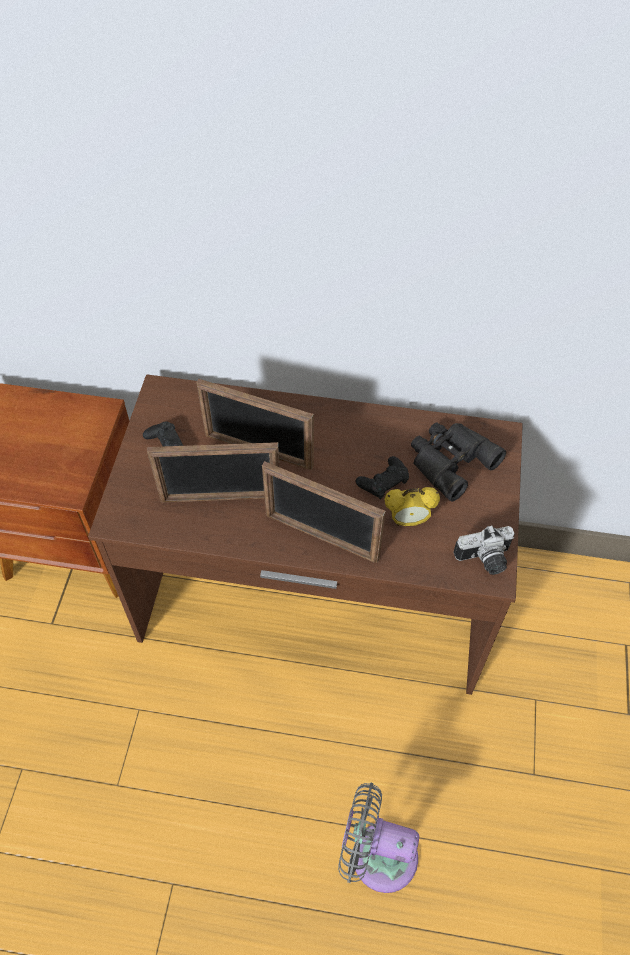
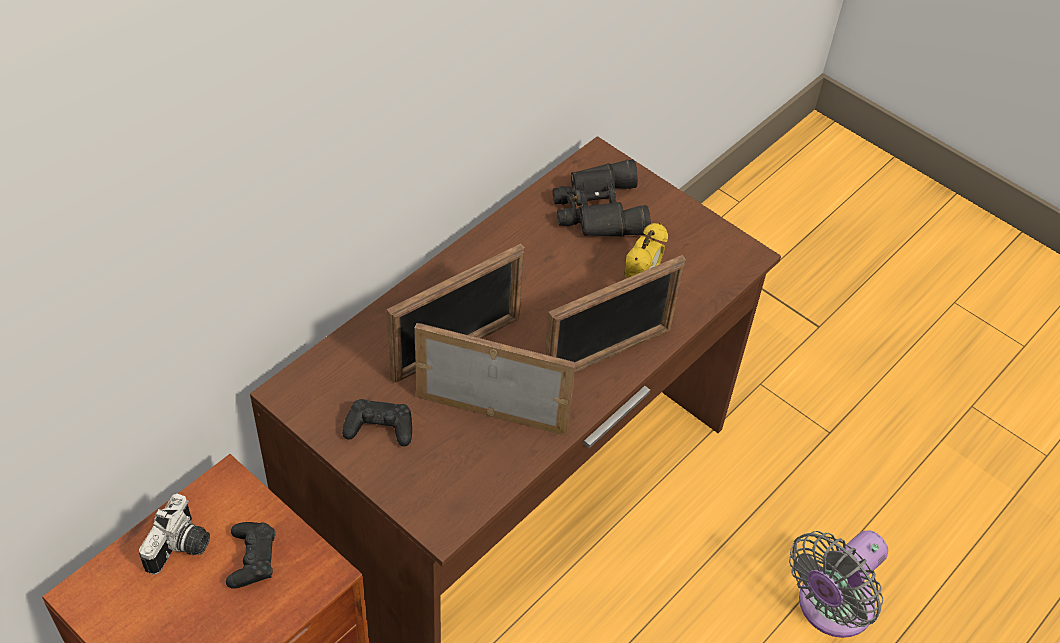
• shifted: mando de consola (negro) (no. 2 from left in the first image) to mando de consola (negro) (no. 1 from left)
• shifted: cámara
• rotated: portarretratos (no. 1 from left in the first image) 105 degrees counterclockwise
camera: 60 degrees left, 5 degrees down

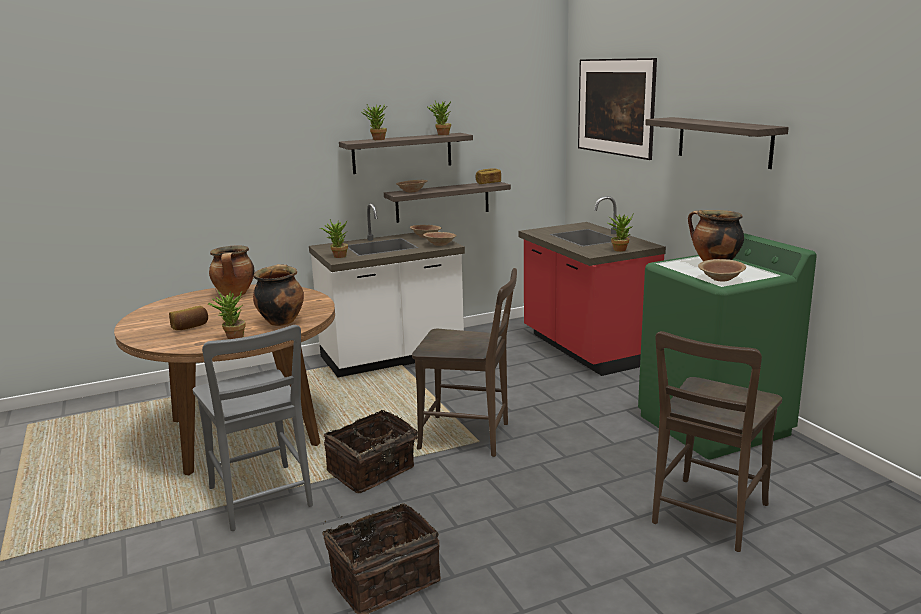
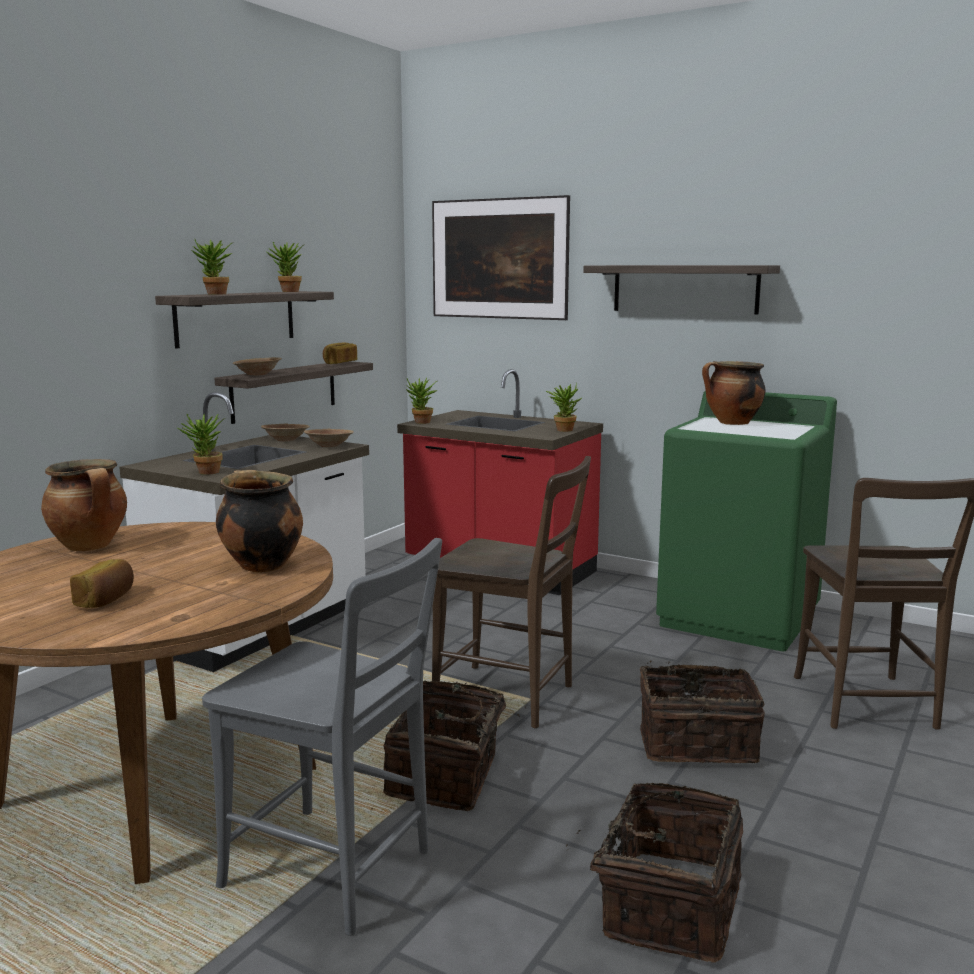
• gone: cuenco (marrón) (no. 4 from left)
• new: cesta (no. 3 from left)
• shifted: planta en maceta (no. 1 from left in the first image) to planta en maceta (no. 4 from left)
• rotated: silla (marrón) (no. 1 from left) 45 degrees clockwise
camera: 35 degrees left, 5 degrees down

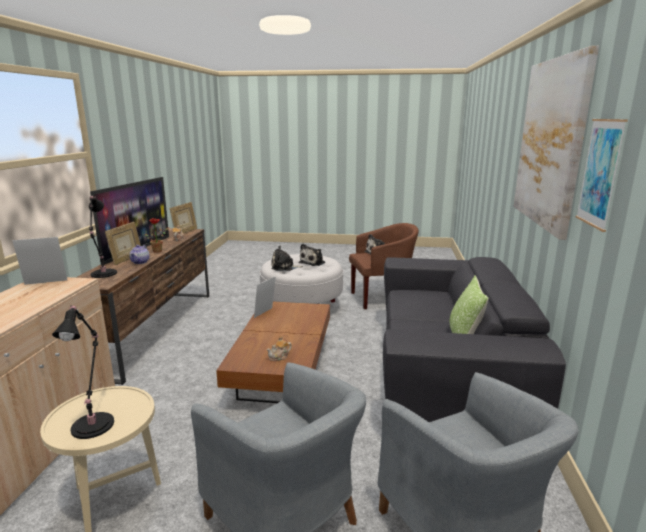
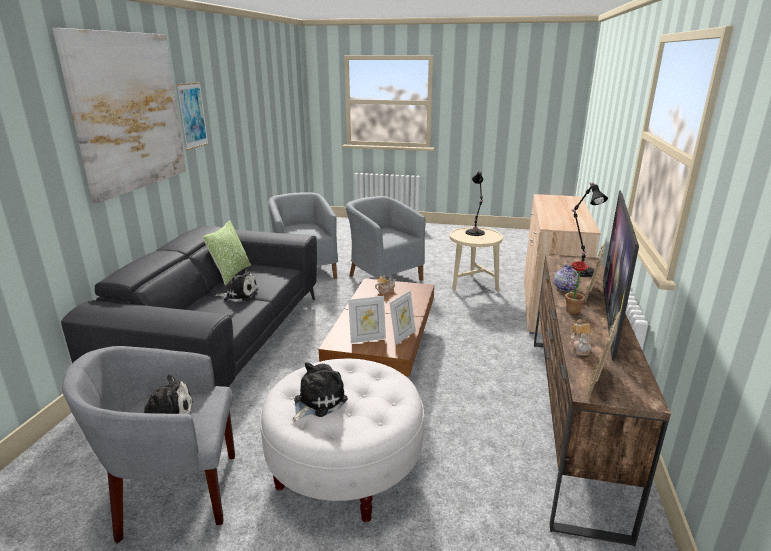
• shifted: portarretratos (no. 1 from left)
• shifted: peluche (no. 1 from left in the first image) to peluche (no. 2 from left)
• repainted: sillón (marrón) to sillón (gris) (no. 1 from left)
camera: 175 degrees left, 5 degrees up

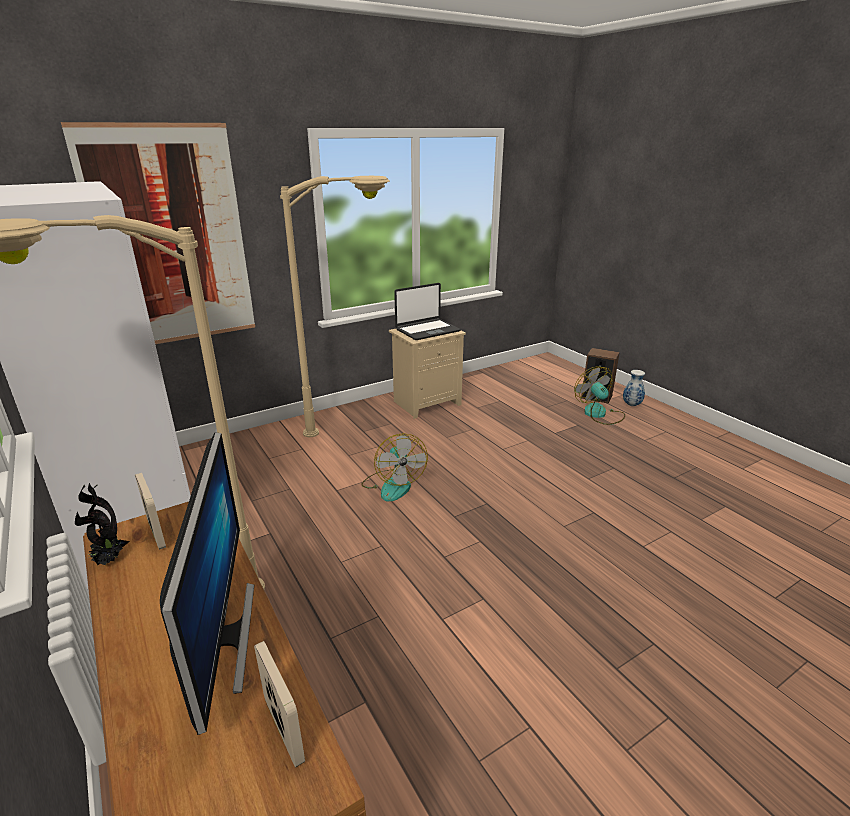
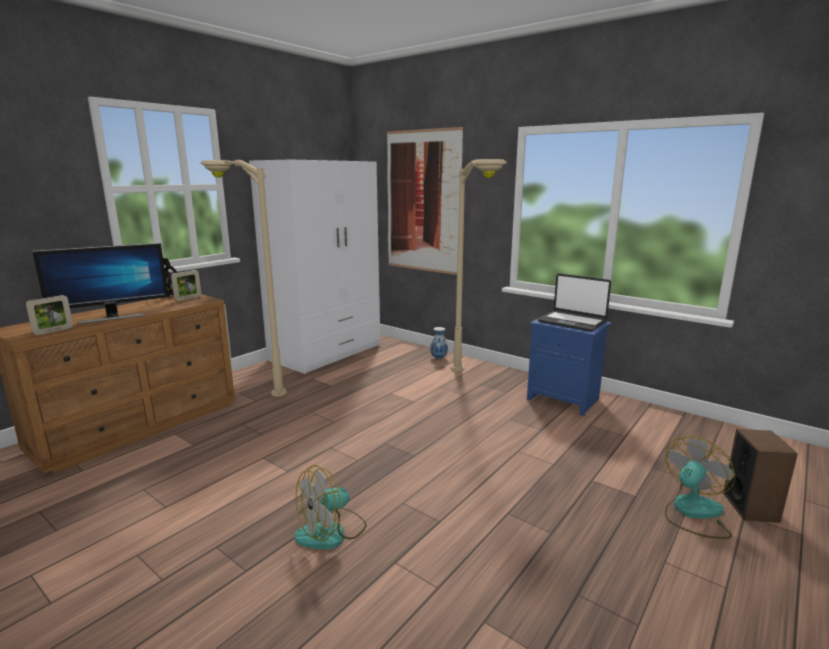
• shifted: ventilador (no. 1 from left)
• shifted: florero
• repainted: mesita de noche (beis) to mesita de noche (azul)
camera: 70 degrees right, 10 degrees down

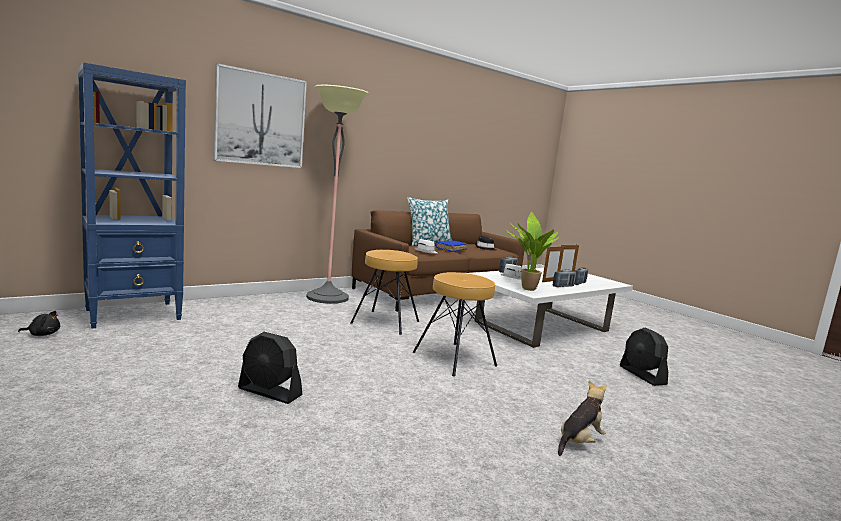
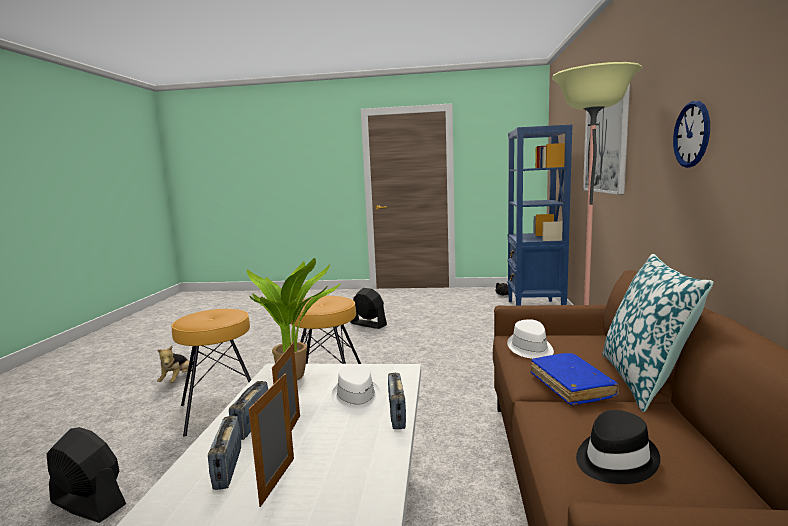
• new: reloj de pared
• shifted: taburete (marrón) (no. 1 from left)
• rotated: ventilador (negro) (no. 1 from left in the first image) 60 degrees clockwise
camera: 135 degrees right, 0 degrees up

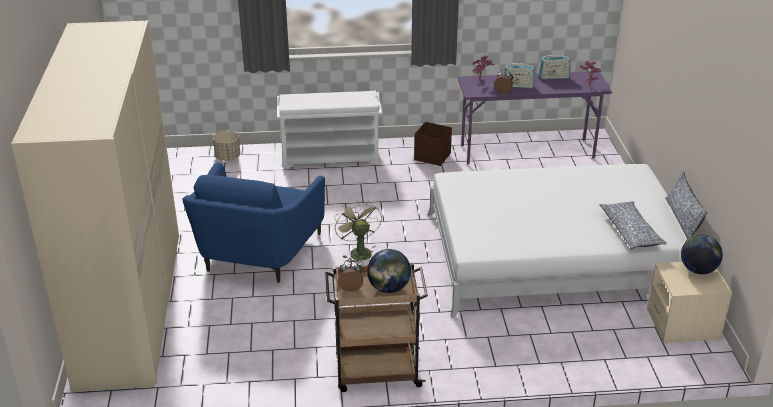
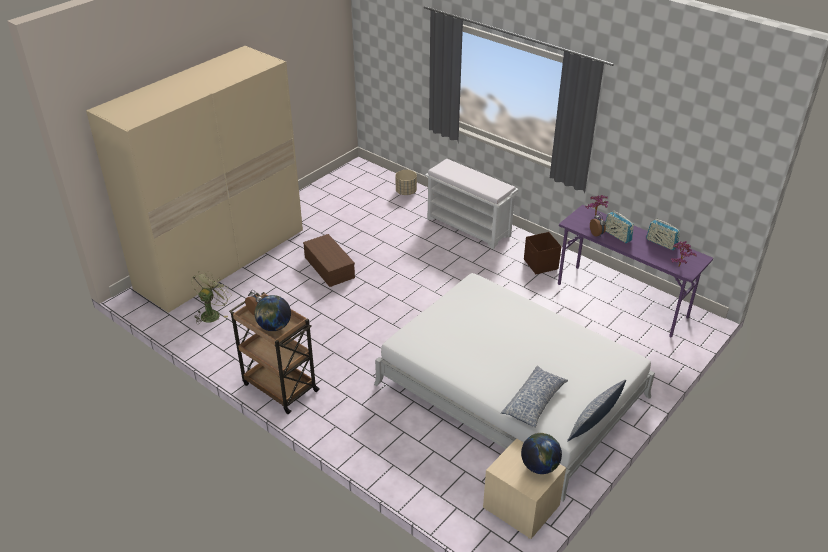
• shifted: ventilador (verde)
• swapped: sillón (azul) to caja de almacenaje (marrón) (no. 1 from left)
camera: 45 degrees right, 5 degrees up

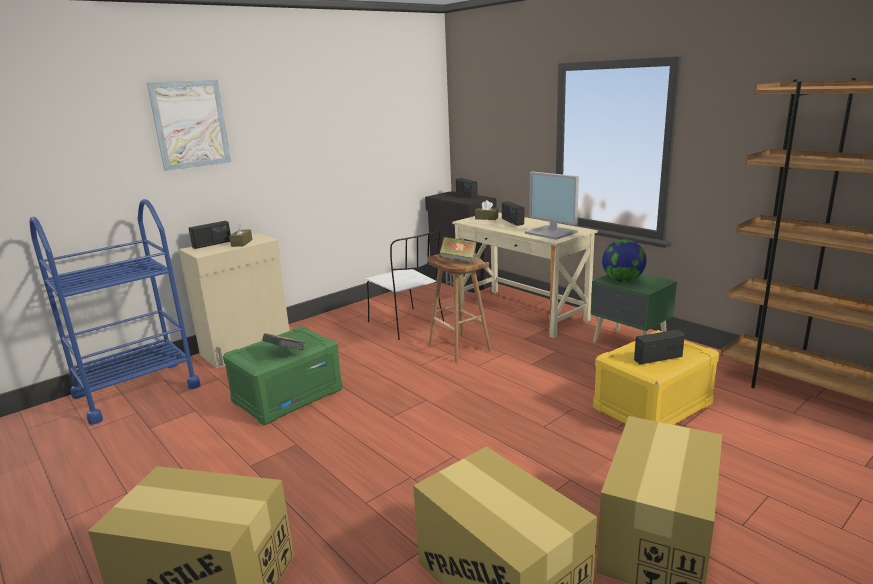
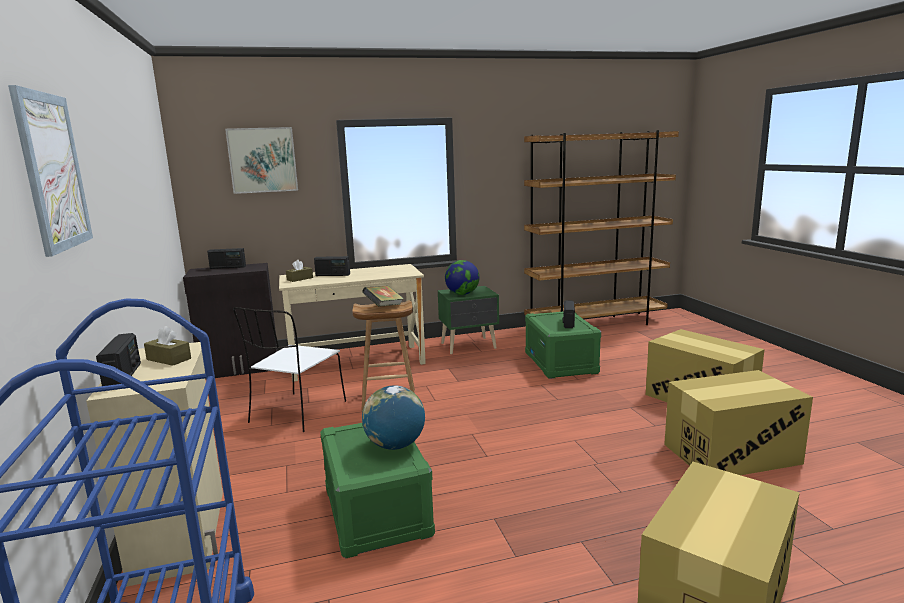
• gone: monitor
• new: cuadro (no. 2 from left)
• swapped: libro (no. 1 from left) to globo terráqueo (no. 1 from left)
• repainted: caja de almacenaje (amarillo) to caja de almacenaje (verde) (no. 2 from left)
• rotated: silla (blanco) 120 degrees clockwise
camera: 65 degrees left, 5 degrees down

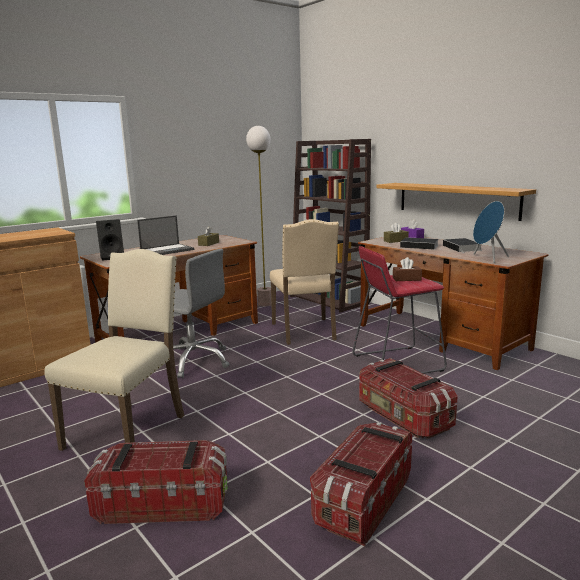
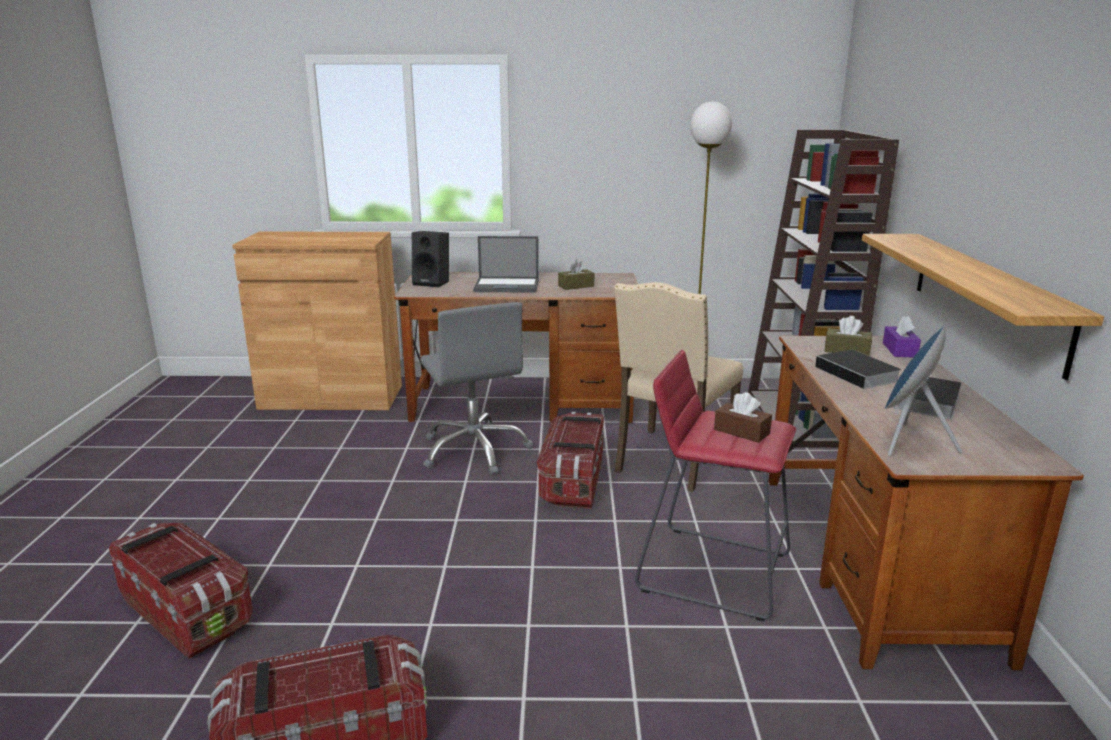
• gone: silla (beis) (no. 1 from left)
• shifted: caja de almacenaje (no. 3 from left)
camera: 40 degrees right, 5 degrees up

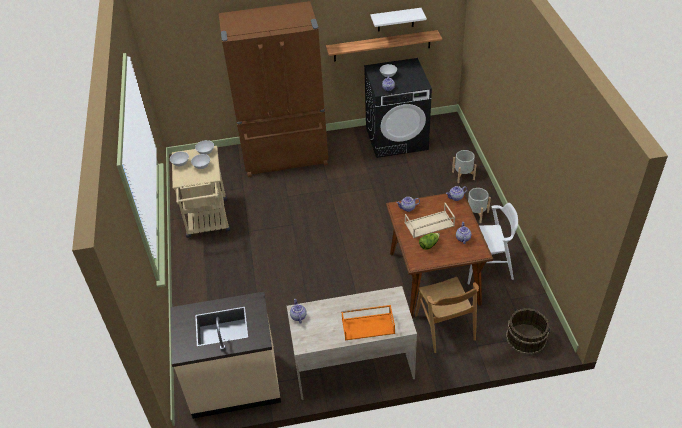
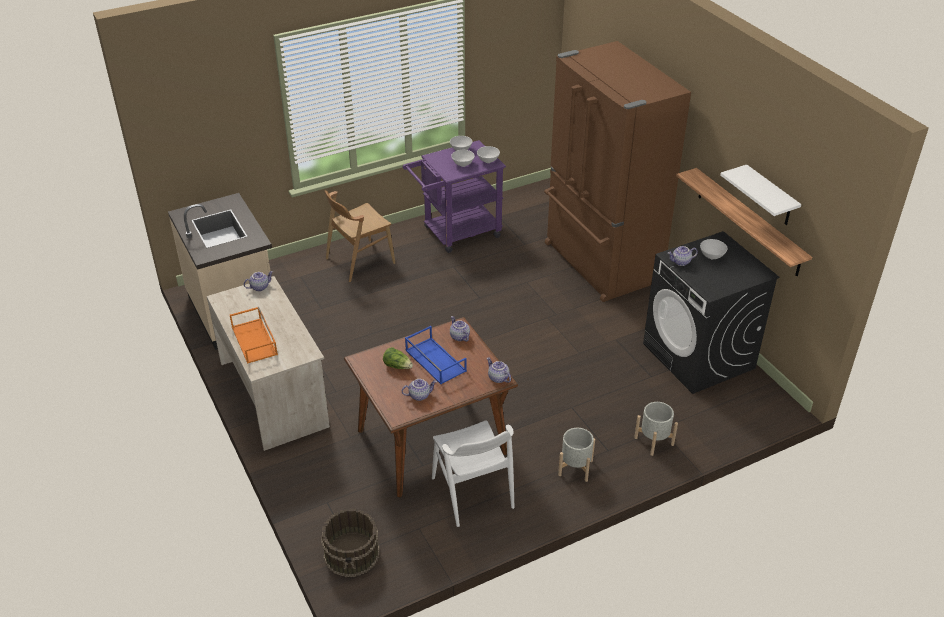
• shifted: silla (marrón)
• repainted: carrito (beis) to carrito (morado)
• repainted: bandeja (beis) to bandeja (azul)
camera: 70 degrees right, 5 degrees down

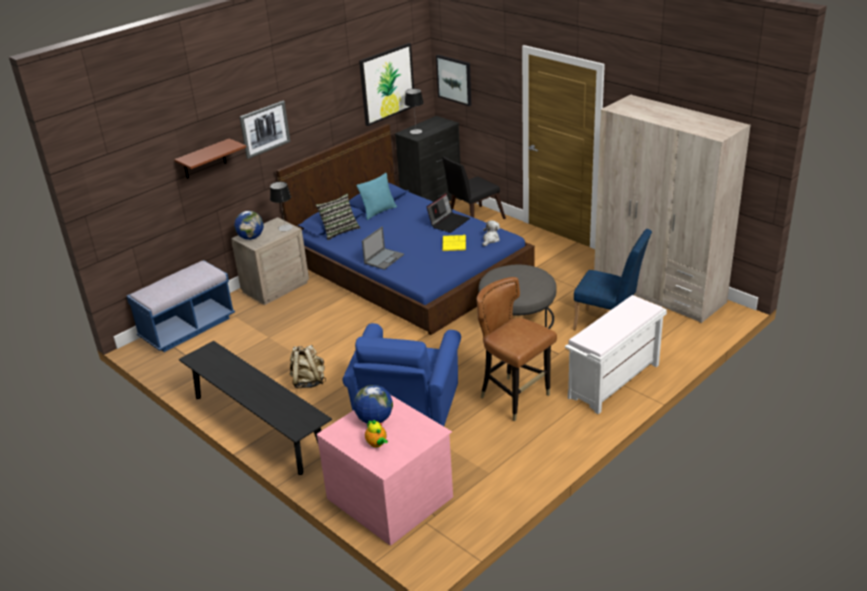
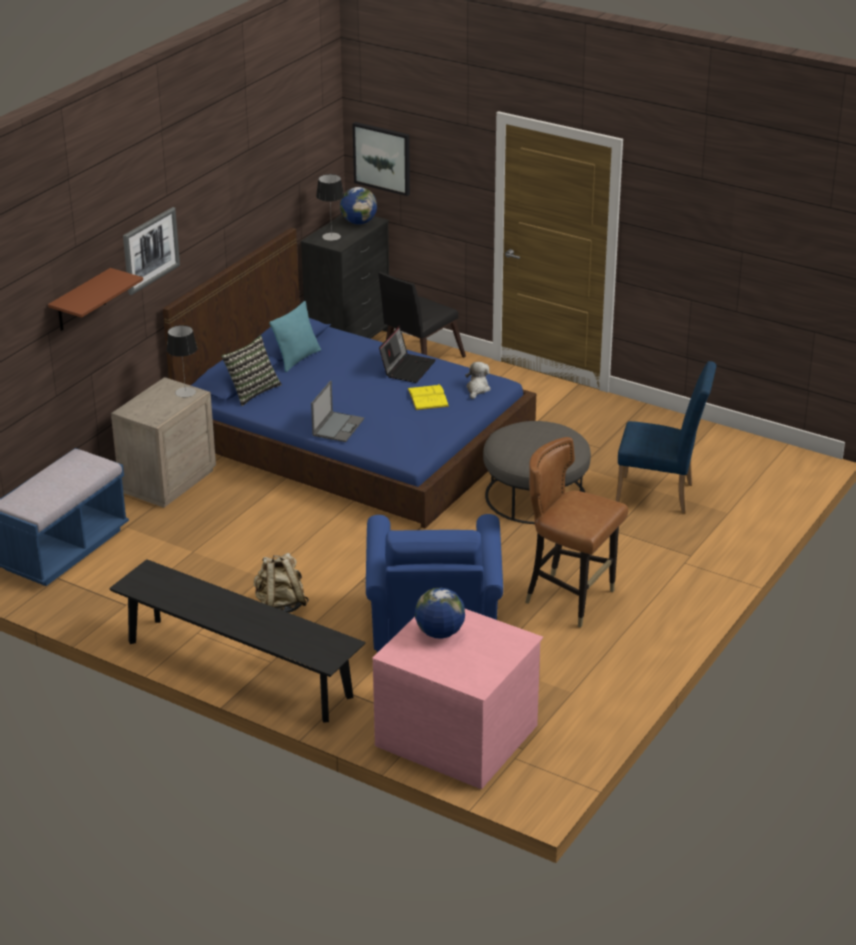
• gone: cuadro (no. 2 from left)
• gone: tetera
• gone: banco (blanco)
• gone: armario ropero (beis)
• shifted: globo terráqueo (no. 1 from left)
camera: 15 degrees left, 0 degrees up

